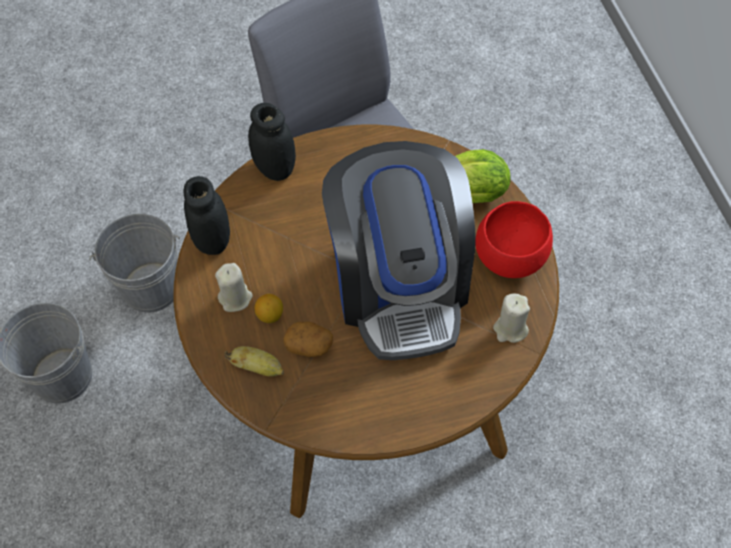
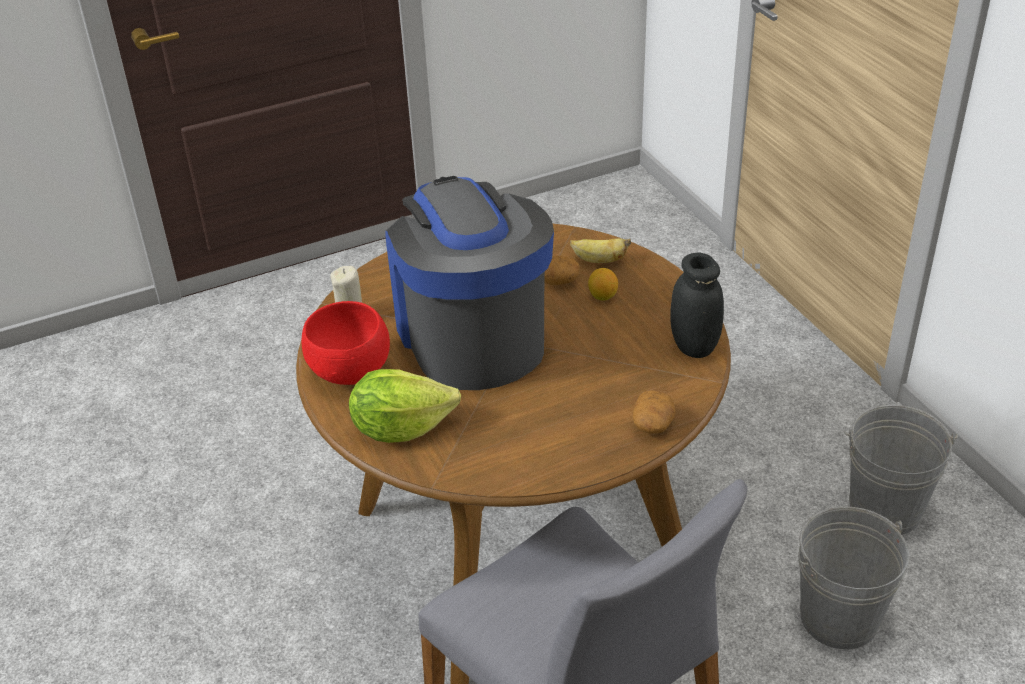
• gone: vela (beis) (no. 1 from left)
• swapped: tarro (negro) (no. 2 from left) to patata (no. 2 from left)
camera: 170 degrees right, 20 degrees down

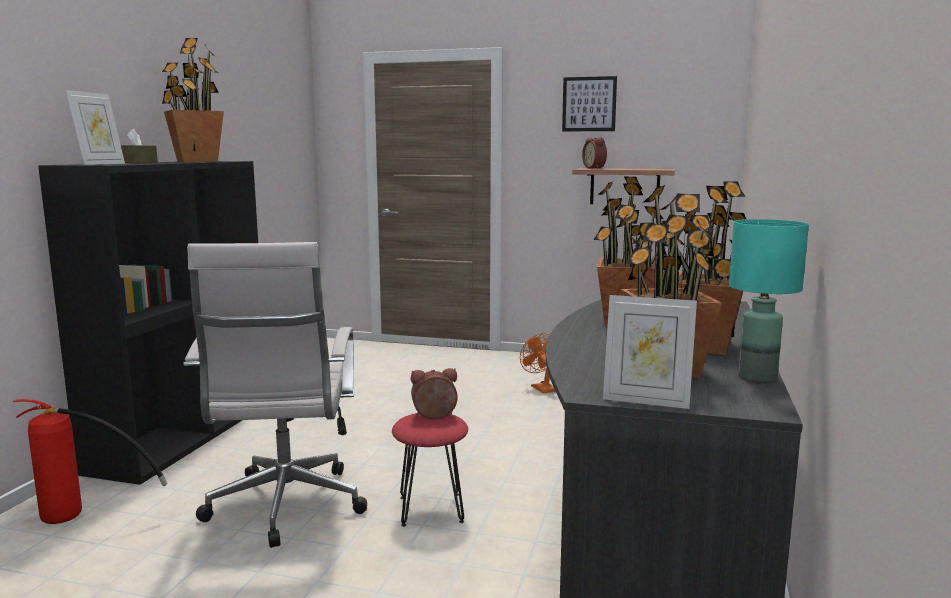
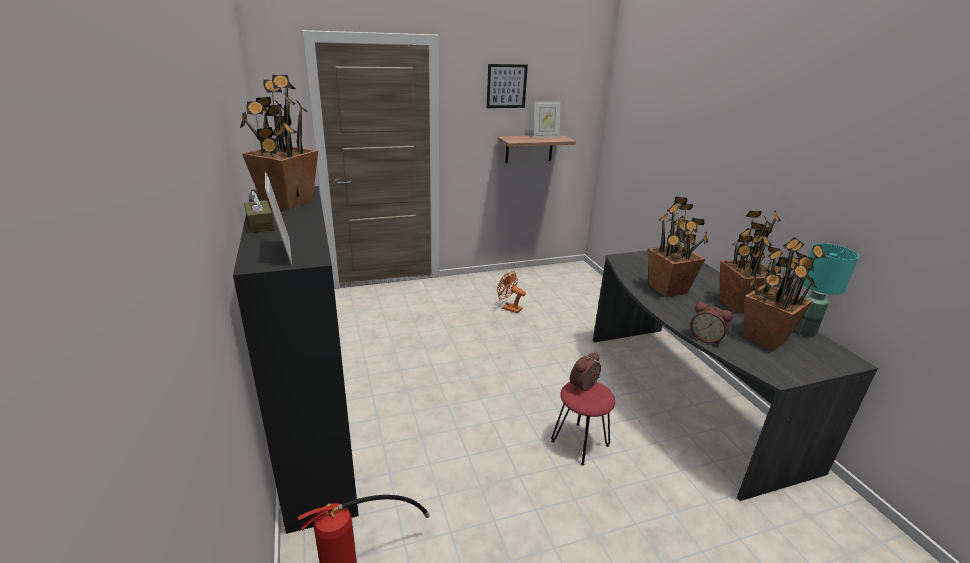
• gone: silla de oficina (blanco)
• shifted: despertador (no. 2 from left)
• shifted: portarretratos (no. 2 from left)
camera: 35 degrees left, 15 degrees up

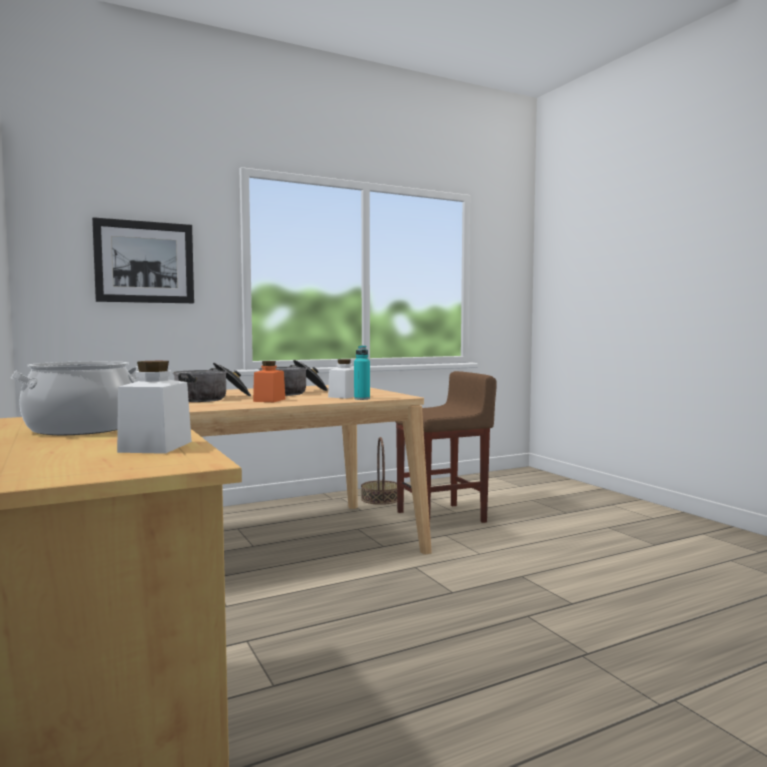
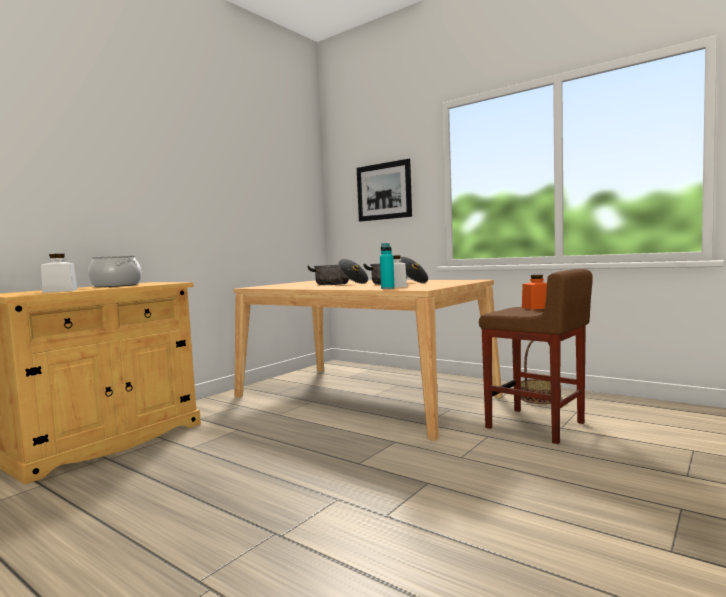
• shifted: tarro (naranja)
camera: 65 degrees right, 0 degrees up

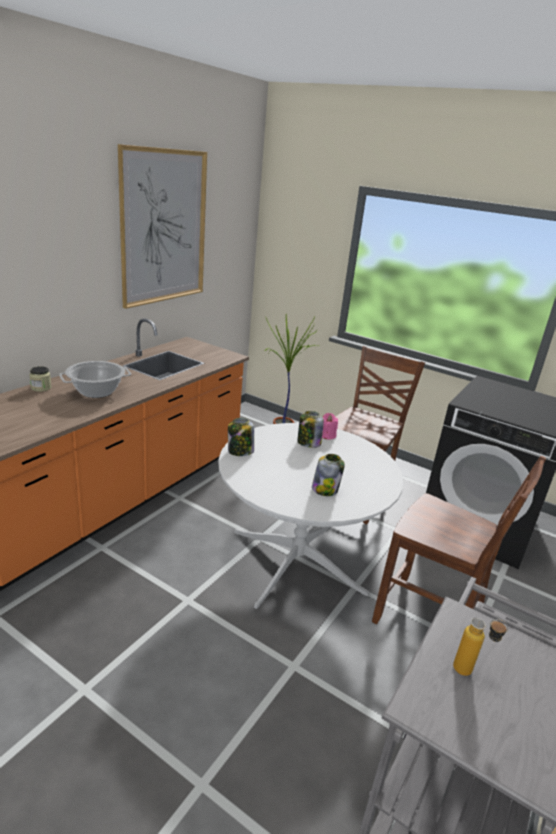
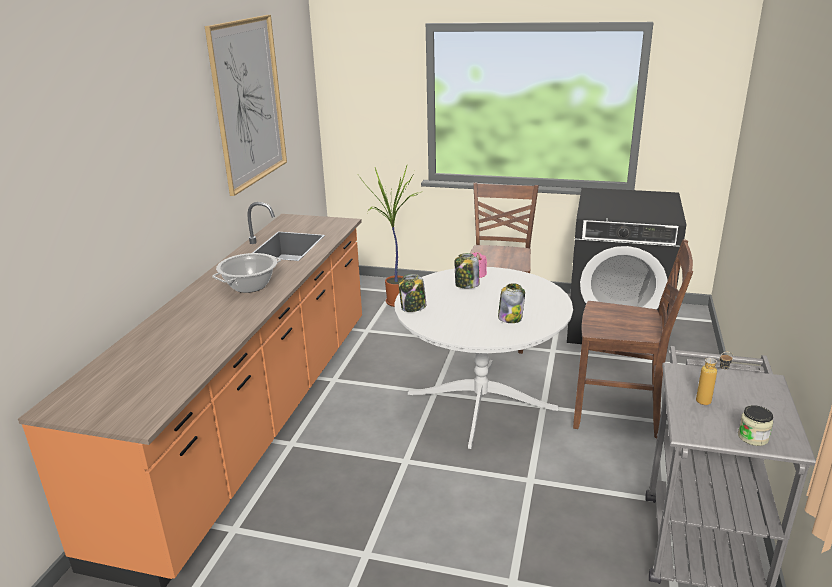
• shifted: tarro (no. 1 from left in the first image) to tarro (no. 4 from left)
camera: 15 degrees left, 0 degrees up

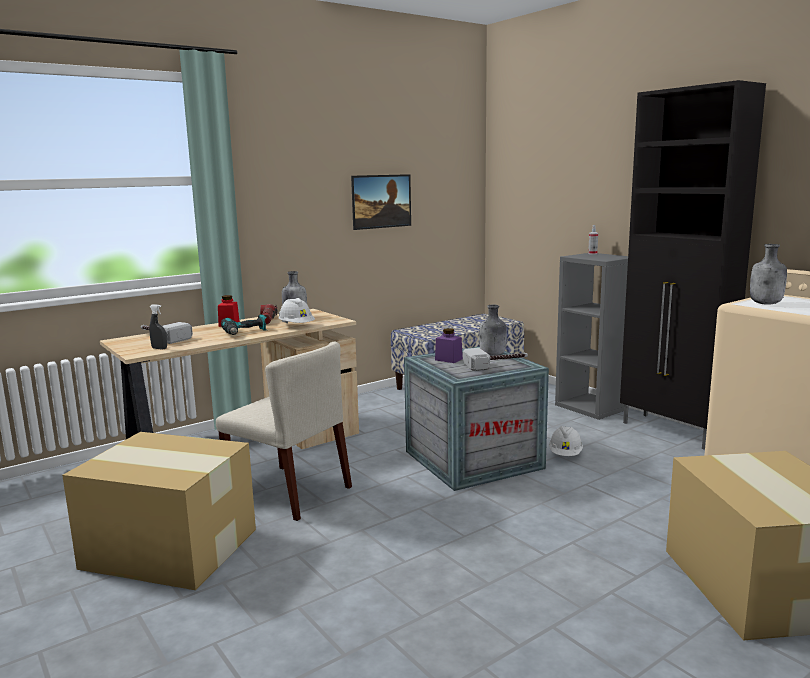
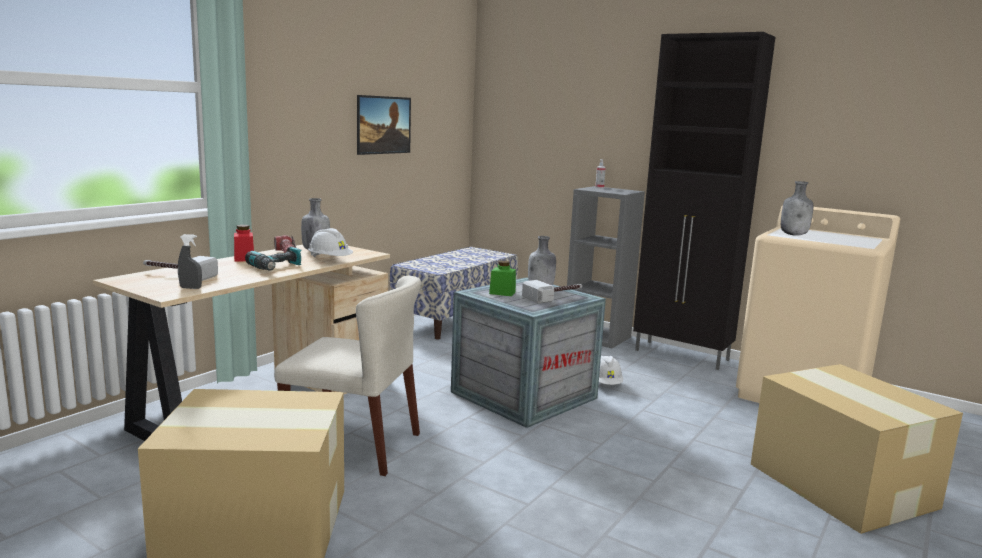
• repainted: tarro (morado) to tarro (verde)
camera: 20 degrees left, 0 degrees up

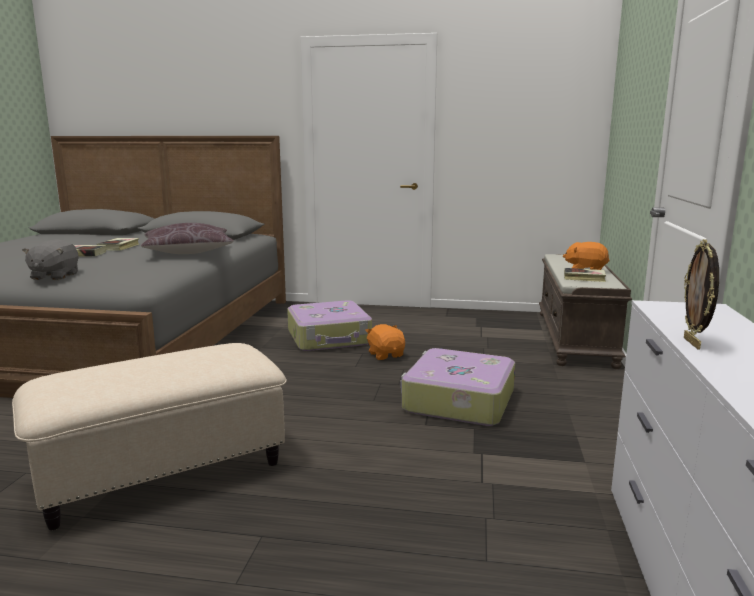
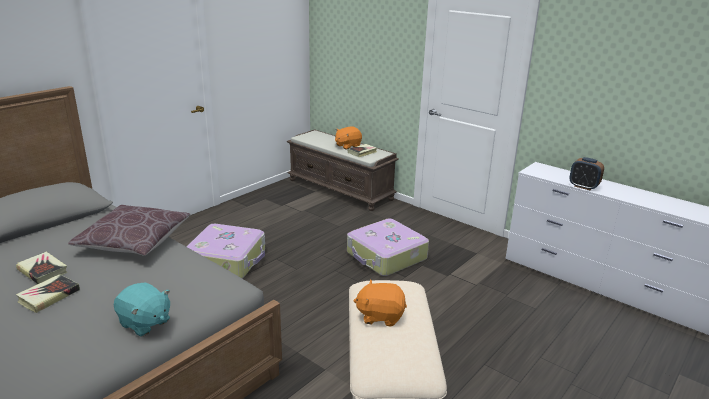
• shifted: peluche (naranja) (no. 1 from left in the first image) to peluche (naranja) (no. 2 from left)
• swapped: portarretratos to despertador
• repainted: peluche (gris) to peluche (turquesa)
camera: 60 degrees left, 10 degrees up

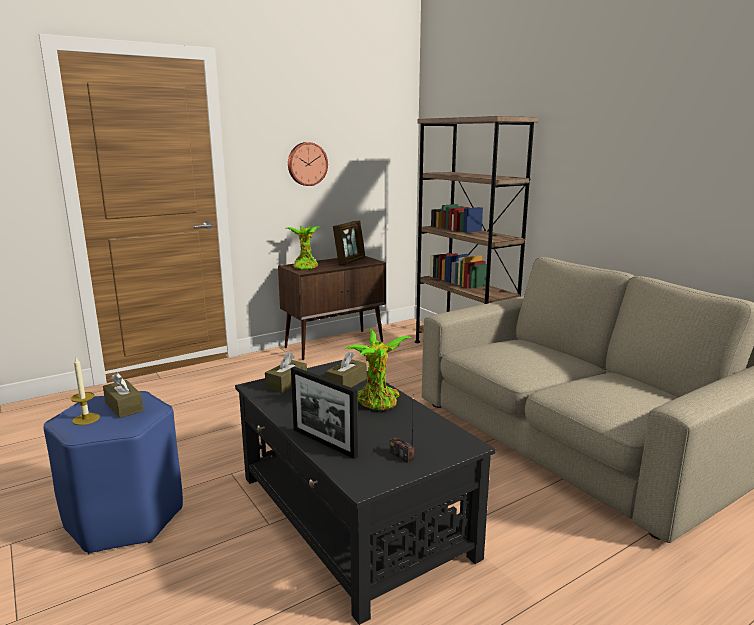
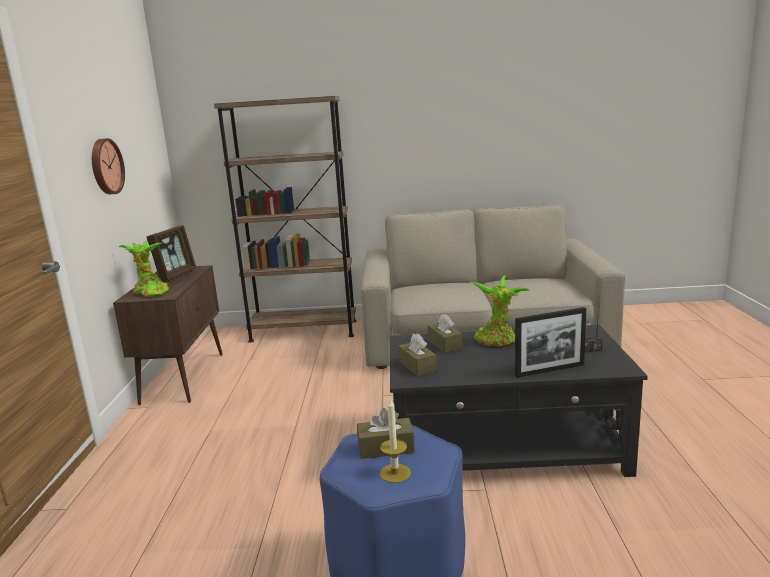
• rotated: portarretratos (no. 2 from left in the first image) 45 degrees clockwise
camera: 55 degrees left, 0 degrees up

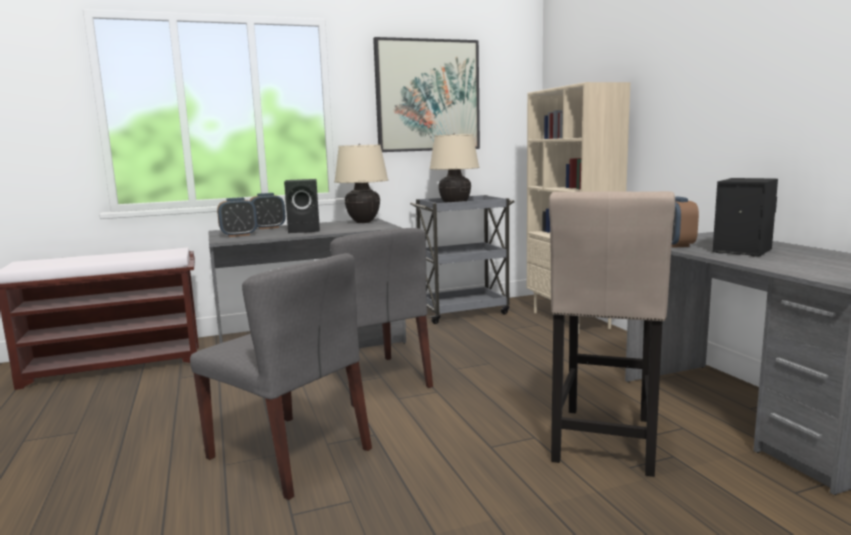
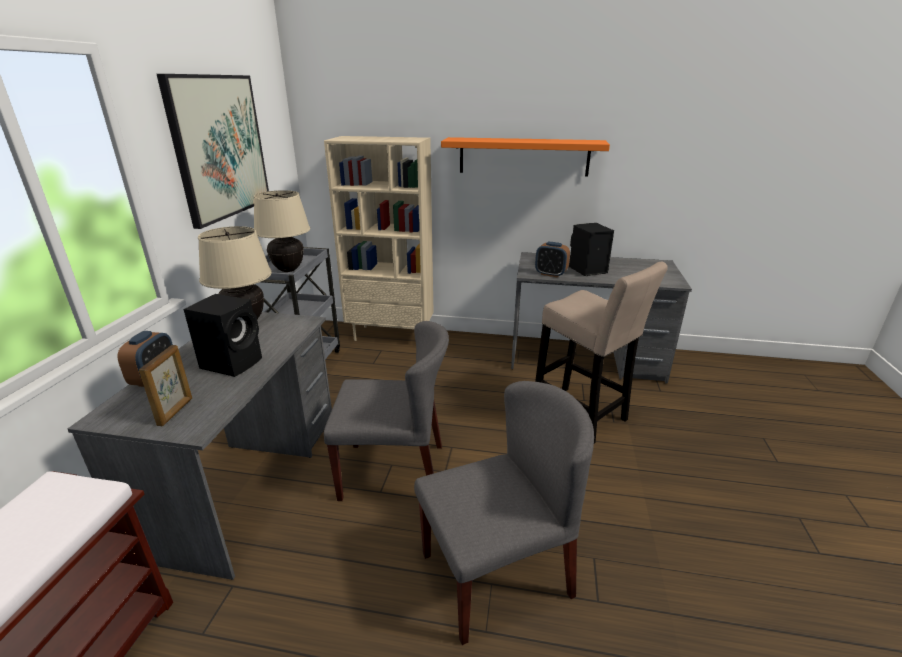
• new: estante (naranja)
• swapped: despertador (no. 1 from left) to portarretratos
camera: 60 degrees left, 15 degrees up

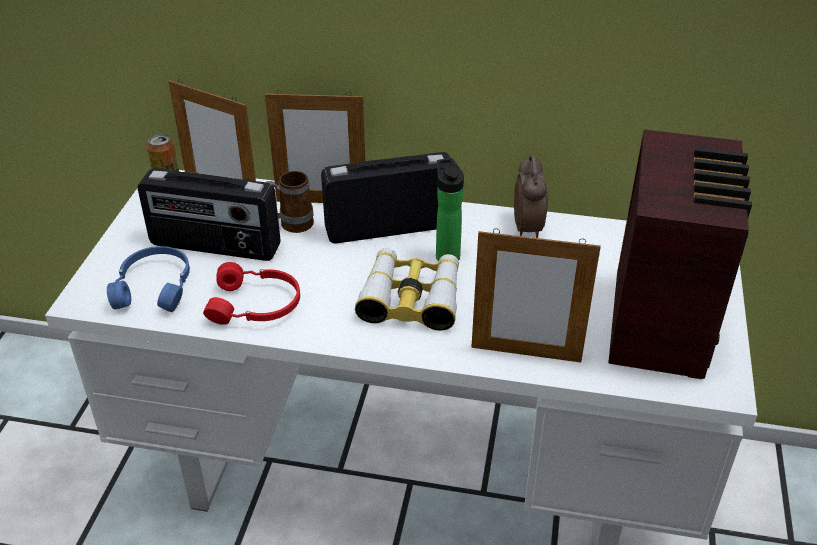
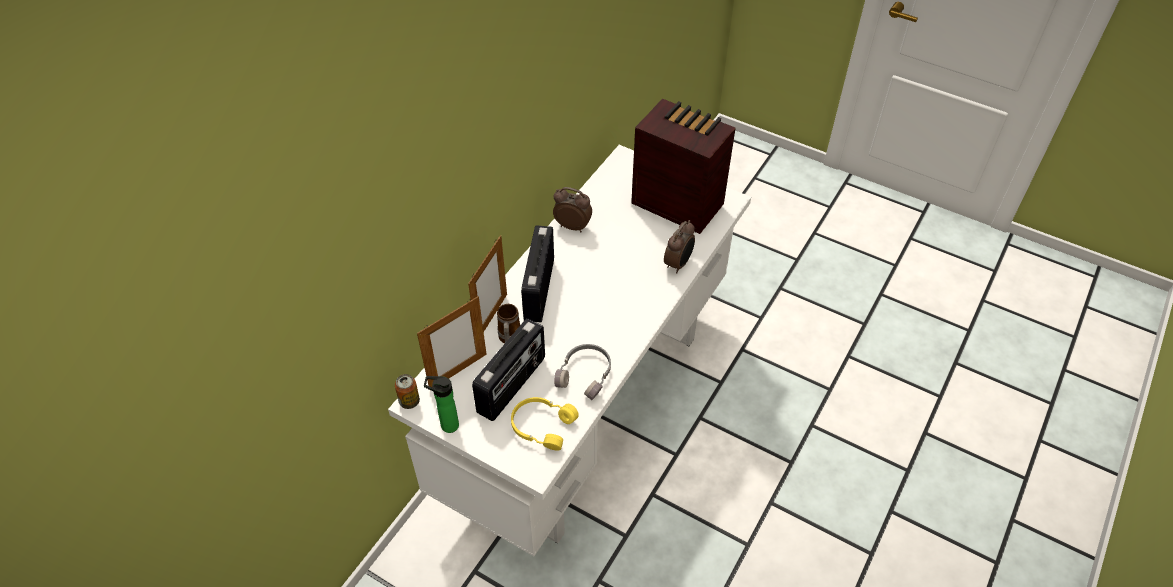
• gone: prismáticos
• shifted: botella
• swapped: portarretratos (no. 3 from left) to despertador (no. 2 from left)
• repainted: auriculares (azul) to auriculares (amarillo)
• repainted: auriculares (rojo) to auriculares (gris)
camera: 70 degrees left, 10 degrees up

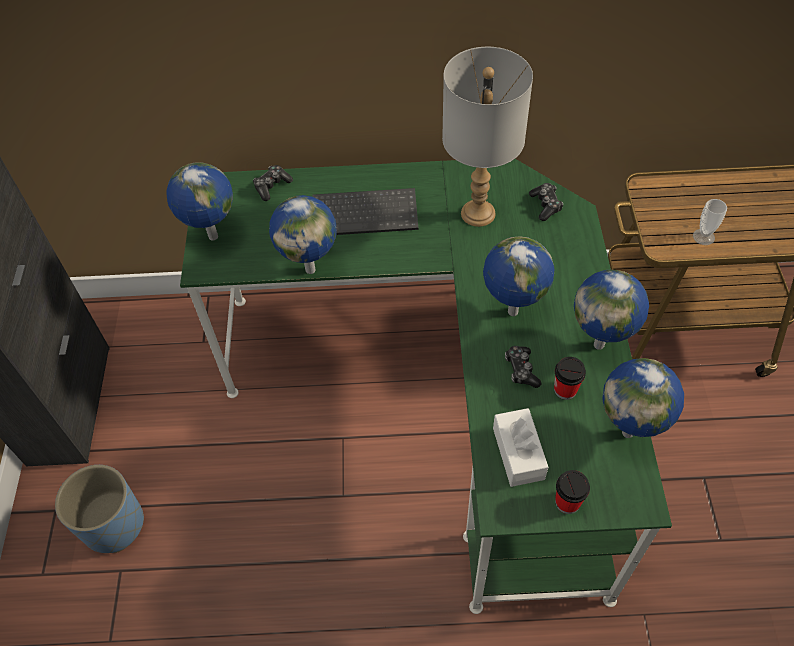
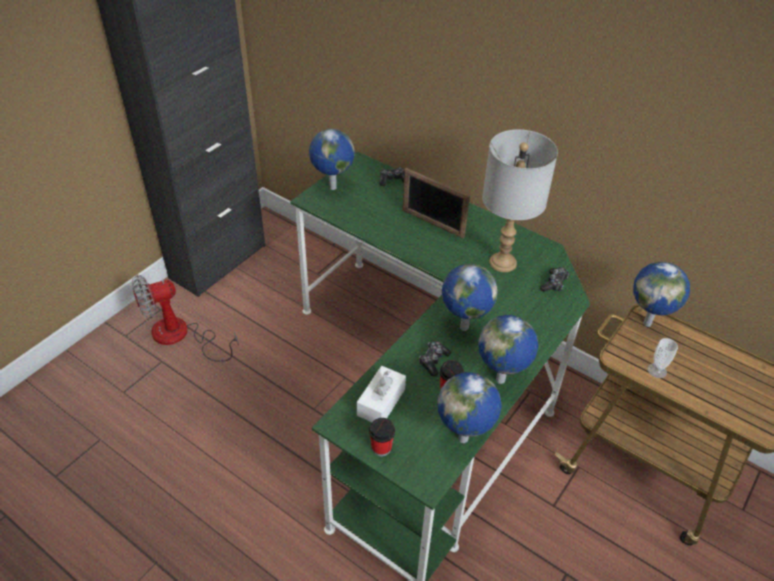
• shifted: globo terráqueo (no. 2 from left in the first image) to globo terráqueo (no. 5 from left)
• swapped: maceta (azul) to ventilador
• swapped: teclado to portarretratos
camera: 35 degrees right, 10 degrees down

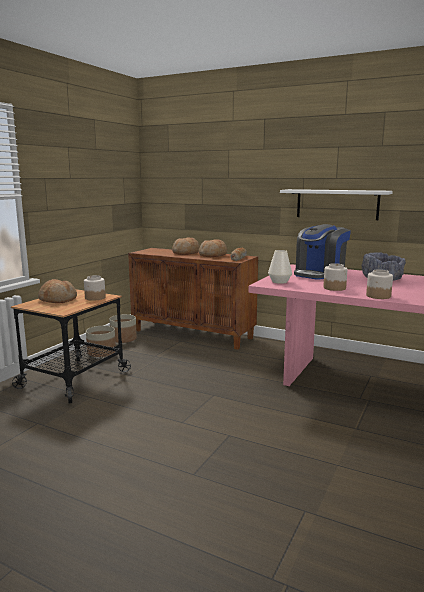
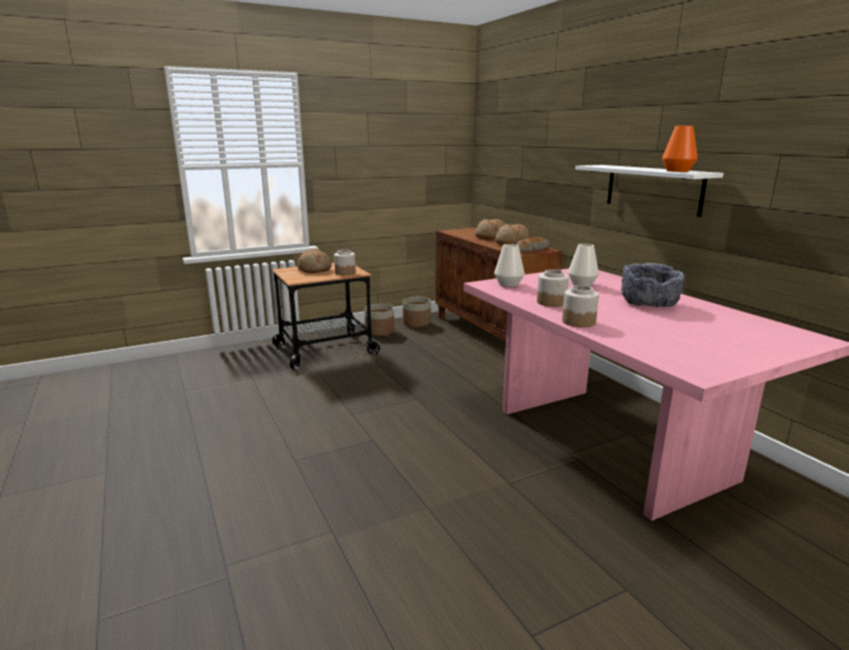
• new: florero (naranja)
• swapped: cafetera to florero (blanco) (no. 2 from left)
camera: 35 degrees right, 5 degrees up

